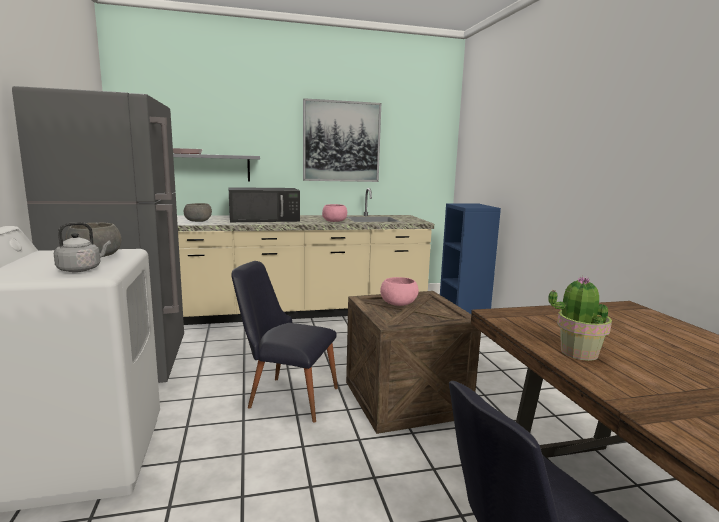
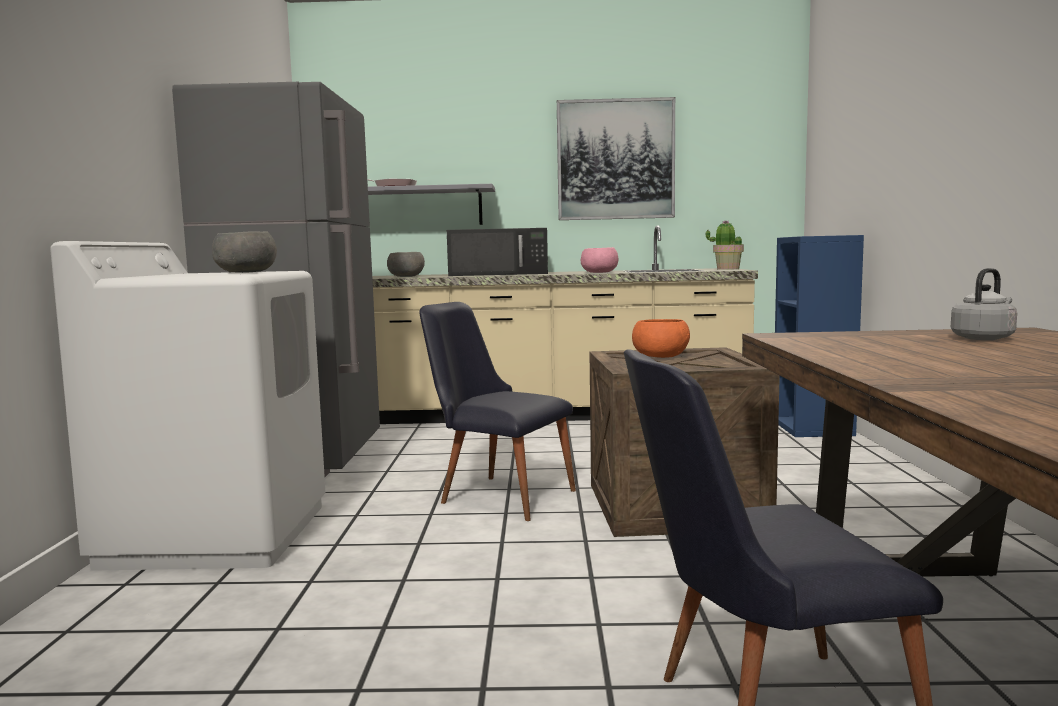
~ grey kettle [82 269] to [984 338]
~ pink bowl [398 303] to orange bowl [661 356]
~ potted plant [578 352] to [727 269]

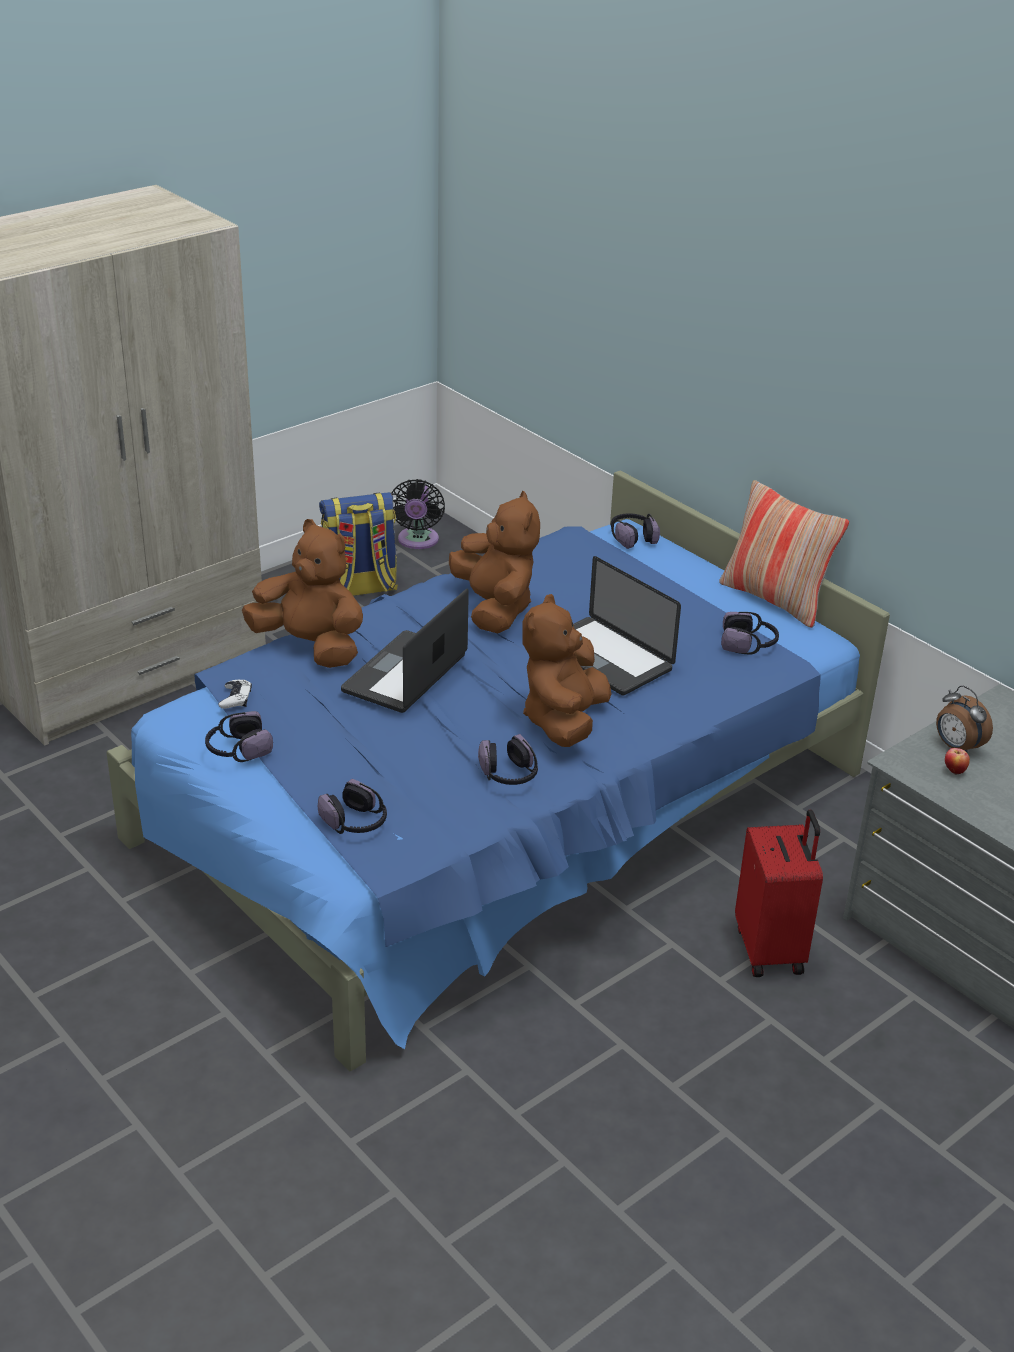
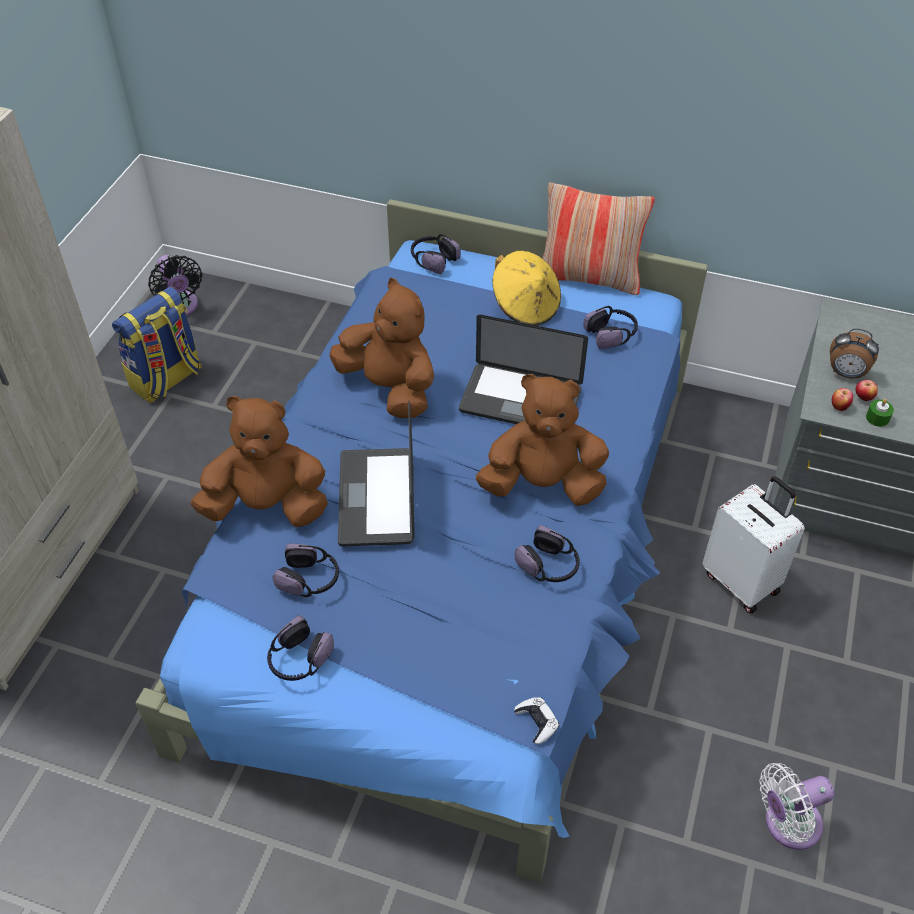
~ white game controller [235 698] to [537 722]
~ headphones [355 823] to [309 579]
~ brown plush toy [564 721] = [542 484] 105 degrees clockwise
~ red suitcase [771 950] to white suitcase [742 581]
+ yellow hat [525 307]
+ white fan [787 824]
+ apple [839 406]
+ green candle [877 418]

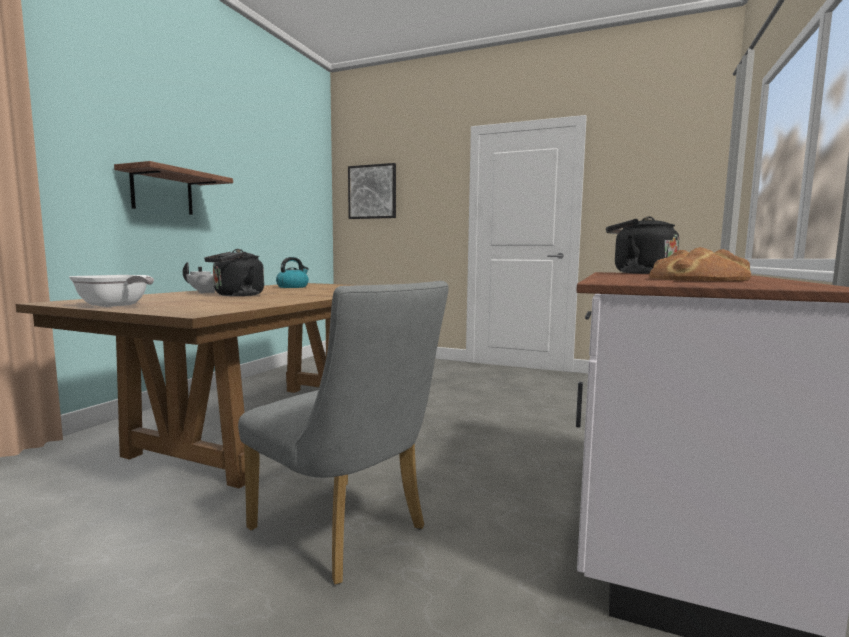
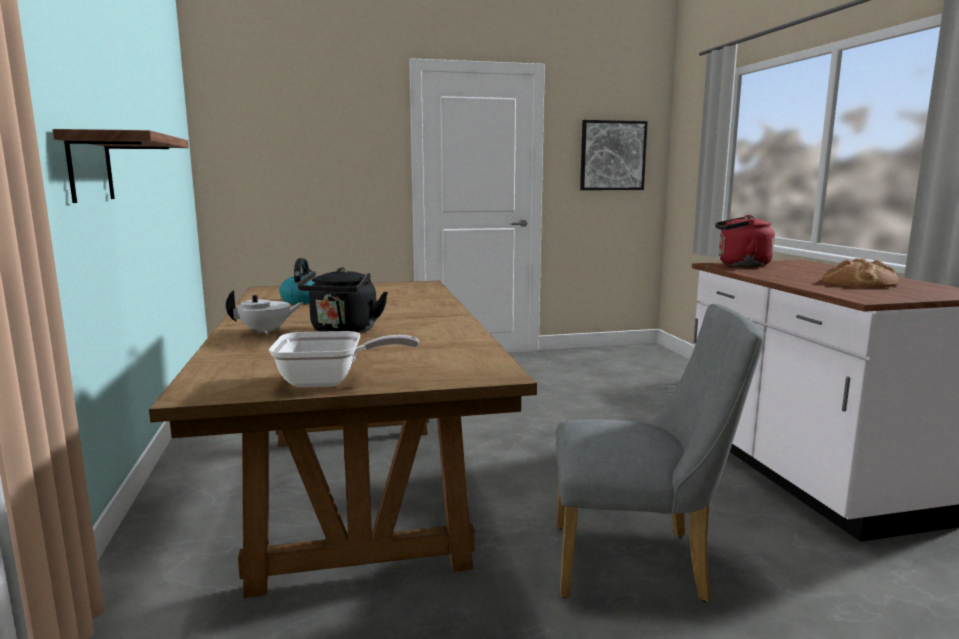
~ picture [372 192] to [612 155]
~ black kettle [639 273] to red kettle [740 265]

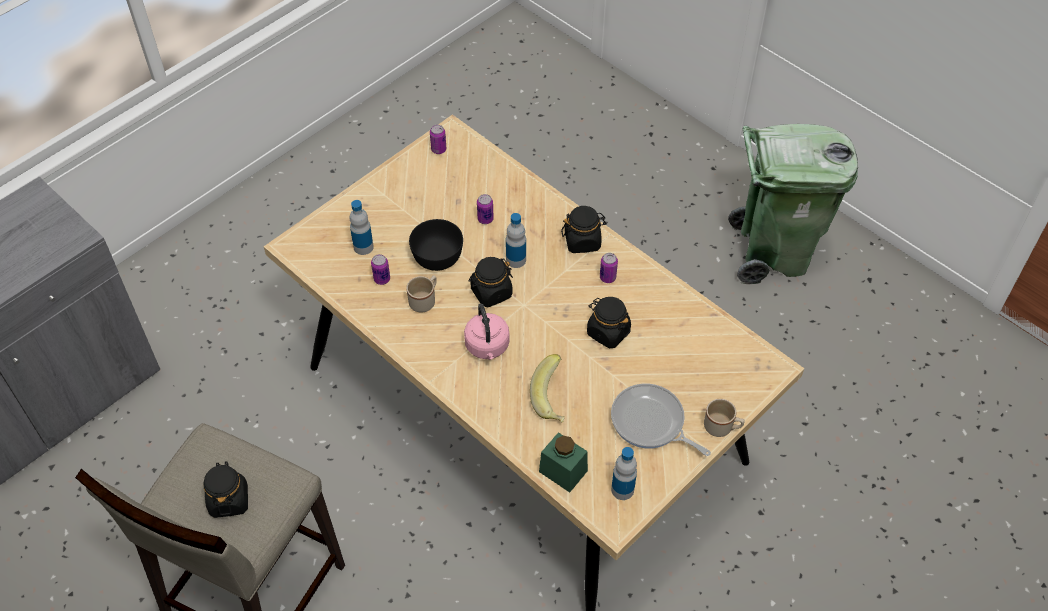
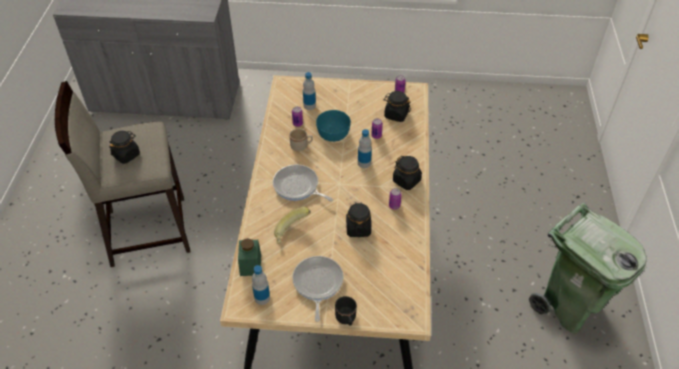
~ black bowl [438 256] to turquoise bowl [333 134]
~ pink kettle [487 347] to frying pan [298 187]
~ black jar [491 293] to [396 115]
~ beige mug [722 427] to black mug [346 319]

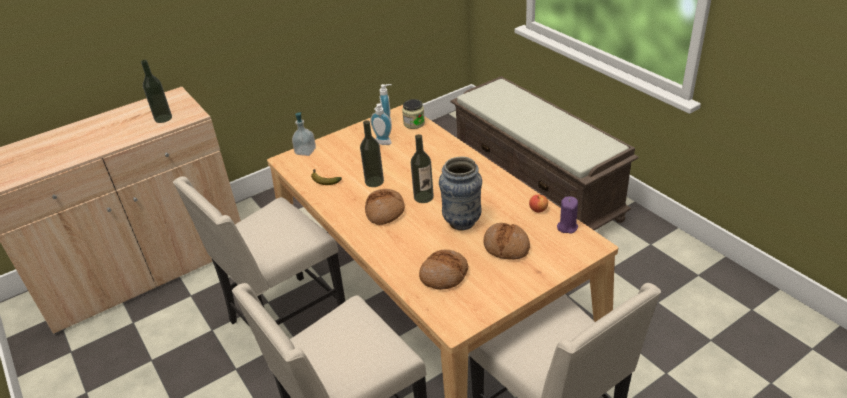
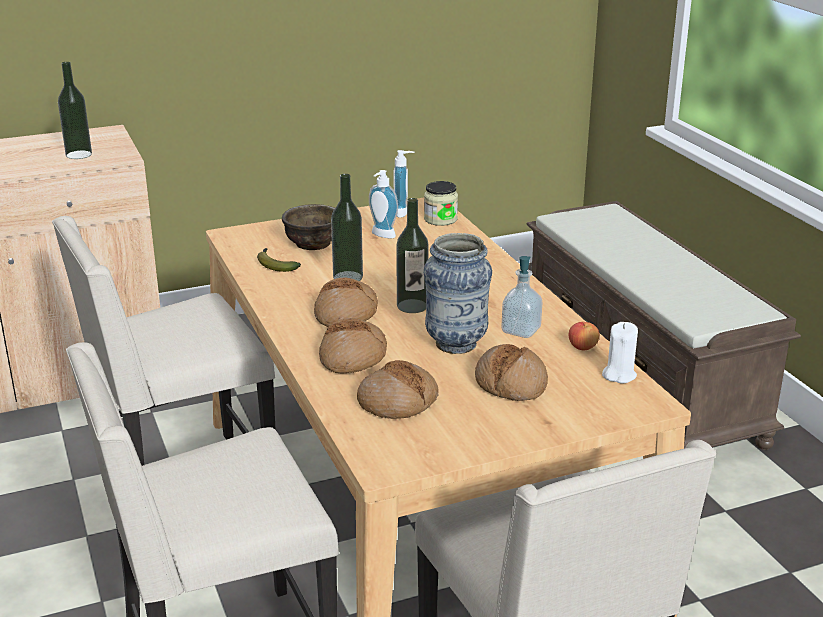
~ soap dispenser [305 151] to [521 330]
~ purple candle [567 227] to white candle [619 375]
+ brown bowl [313 244]
+ bread [353 357]

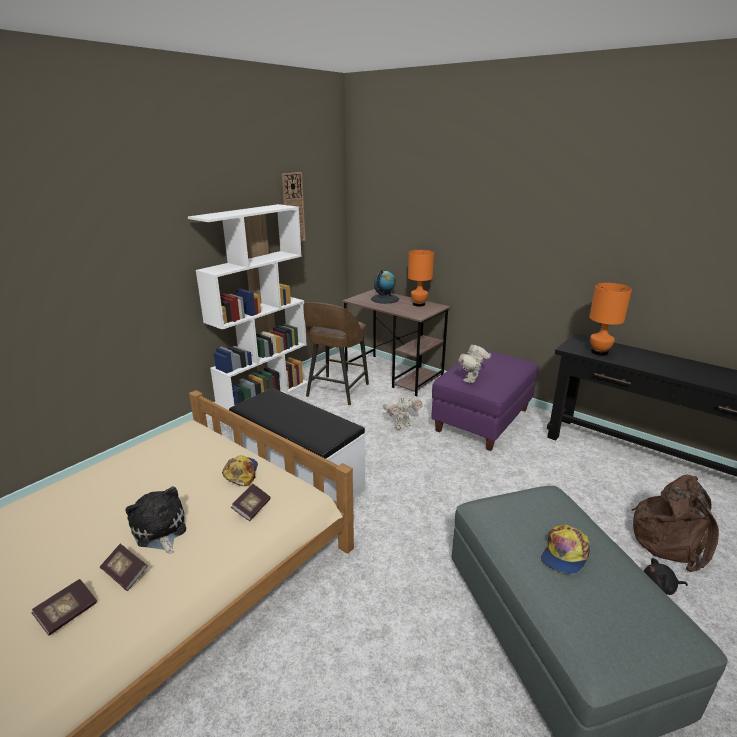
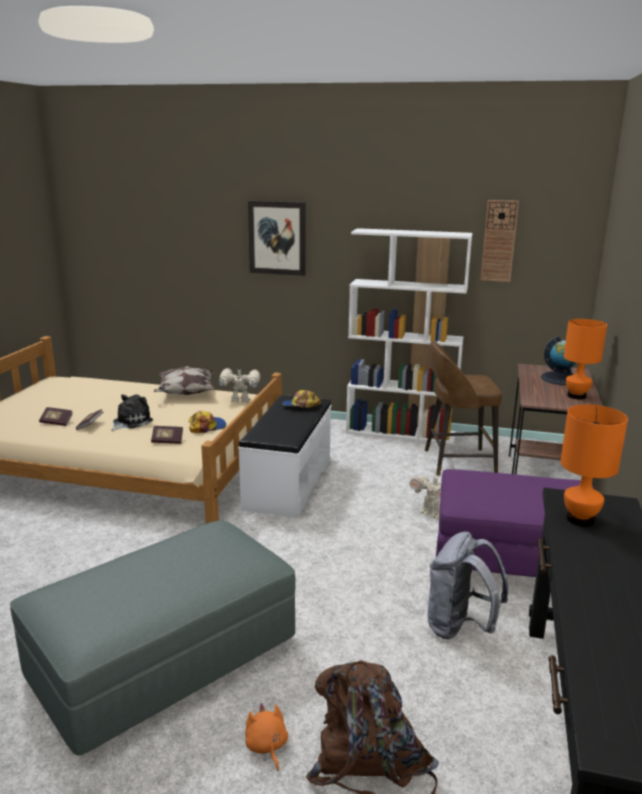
~ toy robot [472 379] to [240 401]
~ cap [564 554] to [300 405]
~ black plush toy [660 586] to orange plush toy [266 746]
+ pillow [185 394]
+ picture [277 238]
+ grey backpack [460 627]

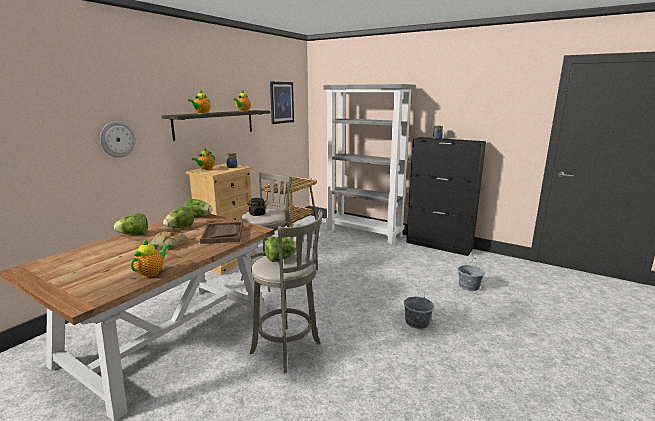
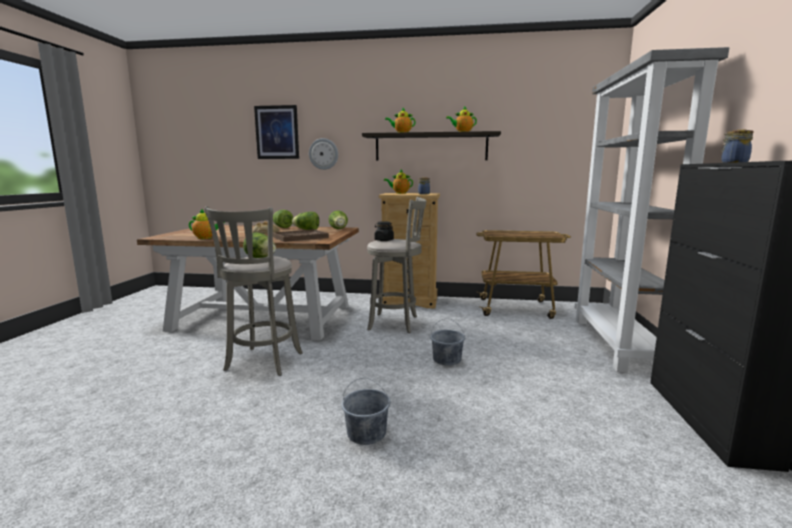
~ picture [281 102] to [277 132]
~ grey bucket [469 286] to [447 360]

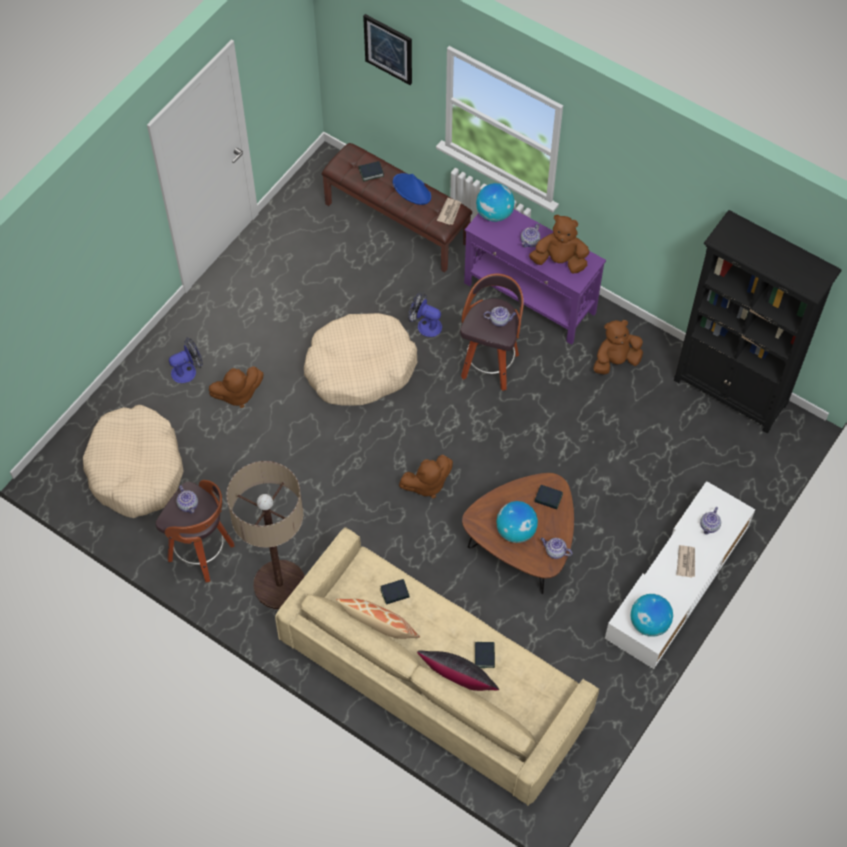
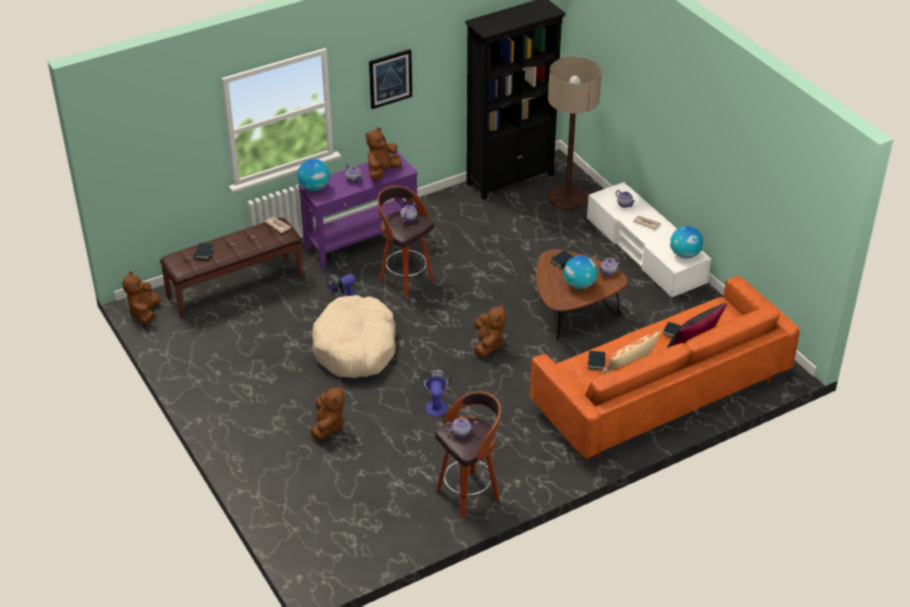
- beige dog bed [136 469]
~ fan [188 371] to [436 404]
~ floor lamp [280 585] to [567 198]
~ beige sofa [435 680] to orange sofa [660 393]
~ picture [388 49] to [390 78]
- blue hat [412 190]
~ brown plush toy [615 361] to [144 313]

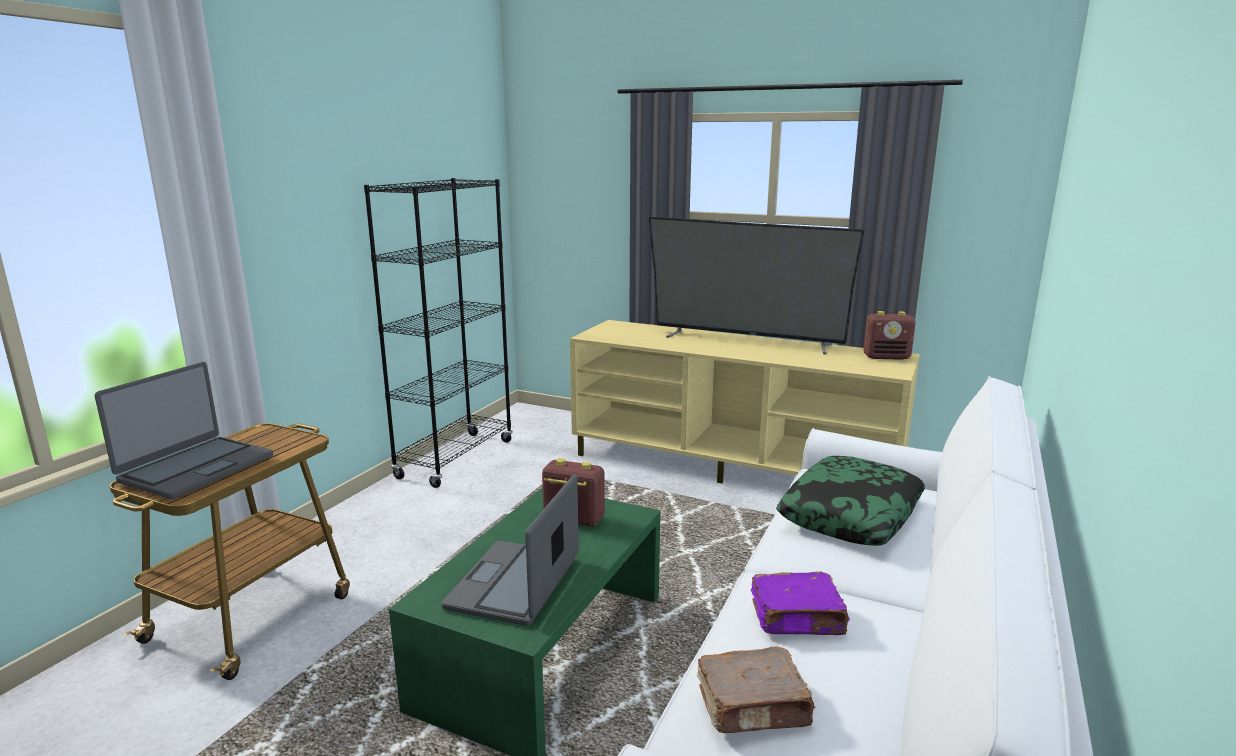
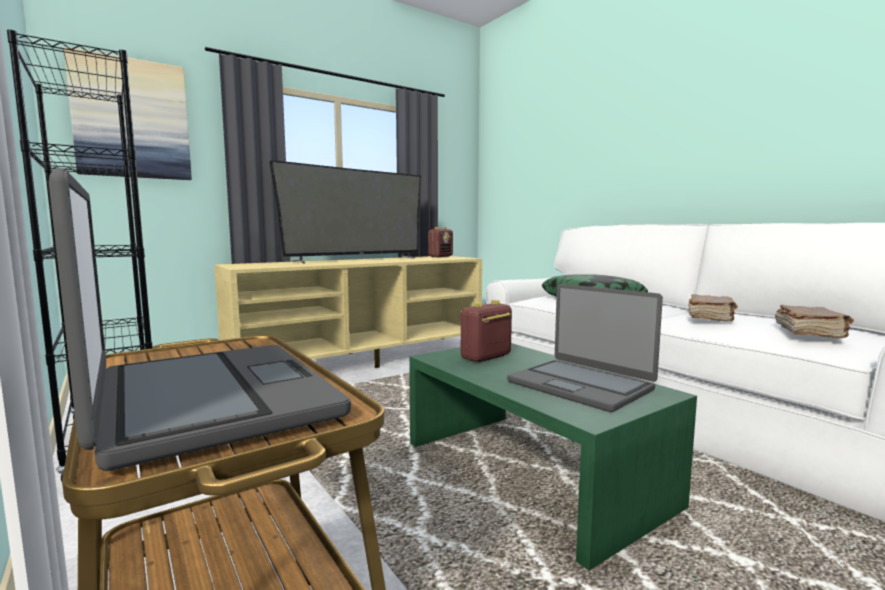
~ purple book [798 619] to brown book [711 318]
+ picture [132 119]

